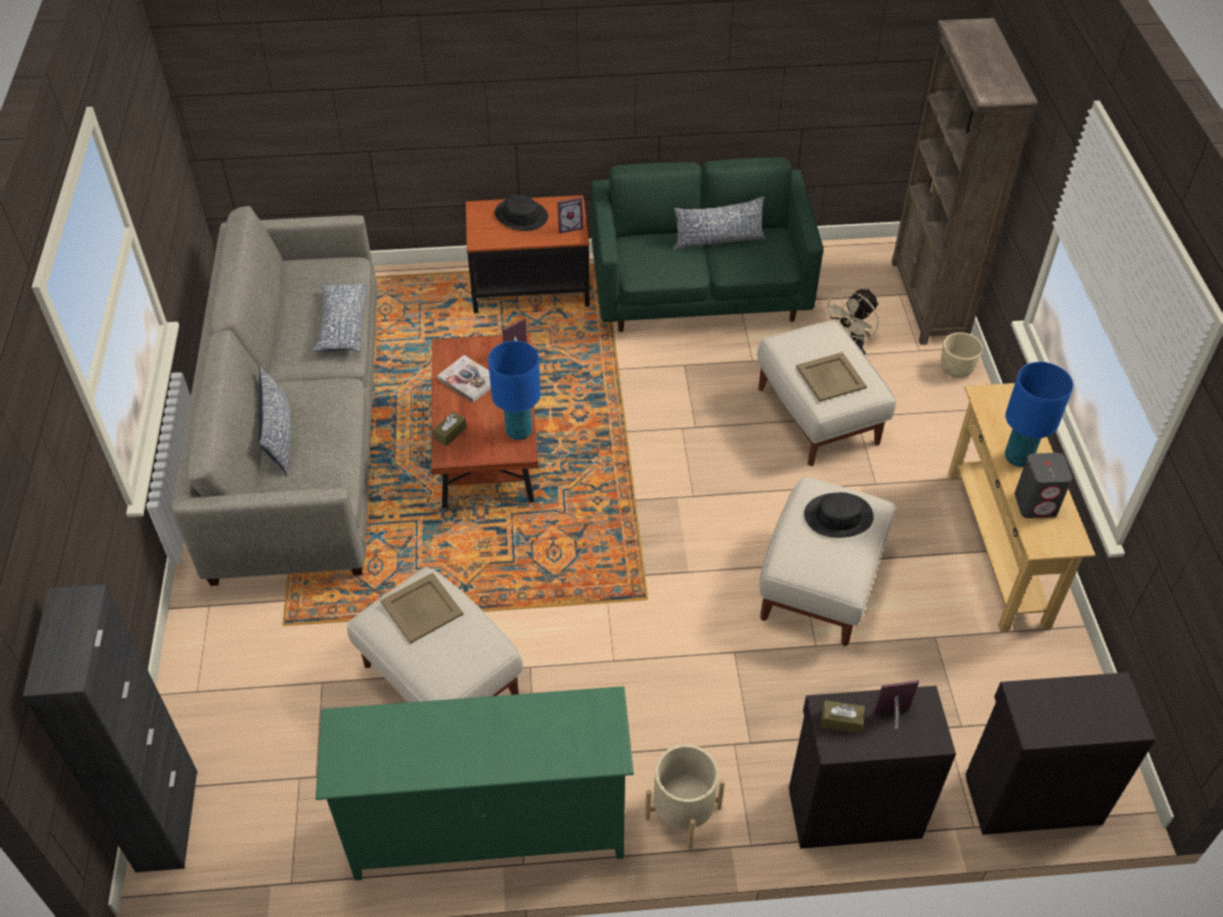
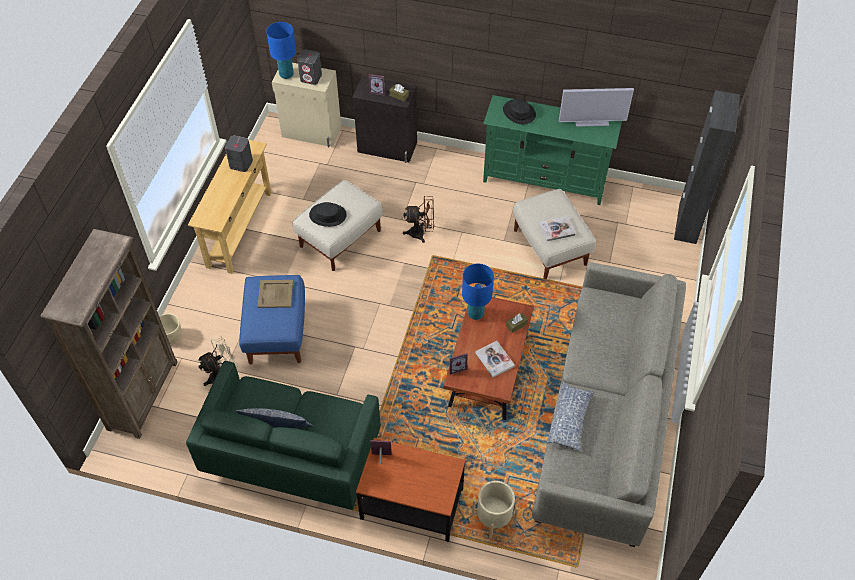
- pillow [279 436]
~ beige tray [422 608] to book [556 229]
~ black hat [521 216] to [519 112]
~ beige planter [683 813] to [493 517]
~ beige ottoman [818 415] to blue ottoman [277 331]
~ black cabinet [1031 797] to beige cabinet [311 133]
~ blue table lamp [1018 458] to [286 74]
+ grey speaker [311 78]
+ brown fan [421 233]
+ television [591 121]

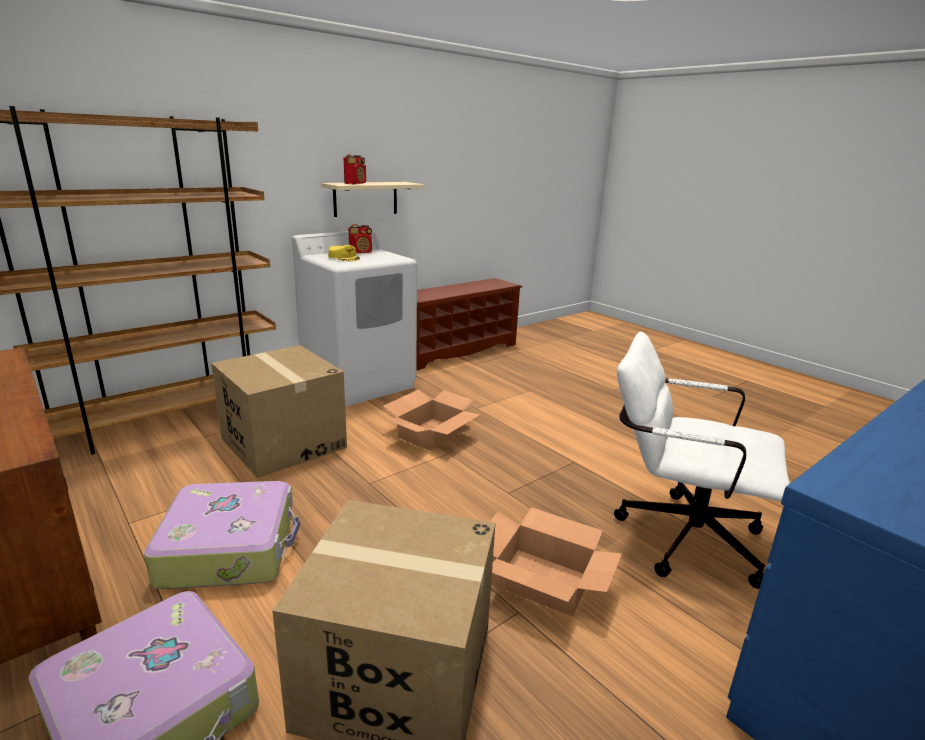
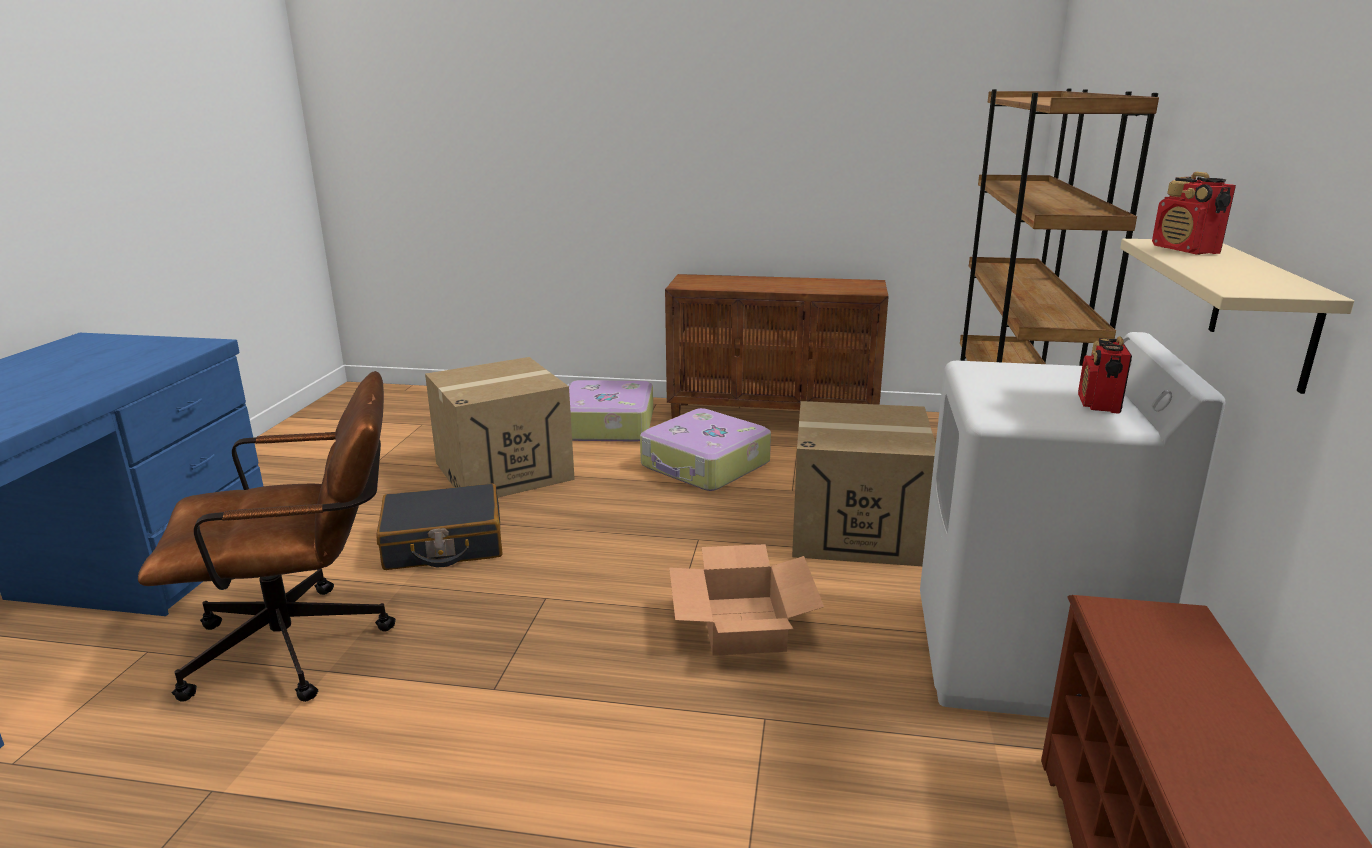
- yellow cap [344 258]
~ cardboard box [543 580] to black suitcase [443 544]
~ white office chair [676 534] to brown office chair [307 644]

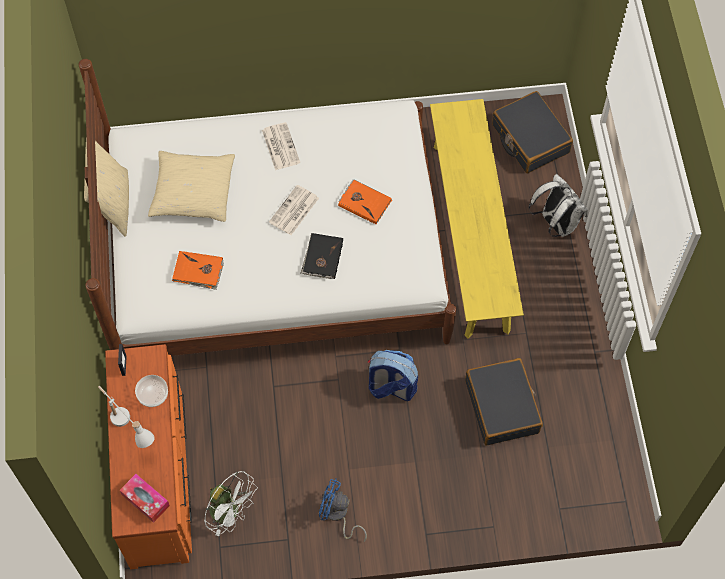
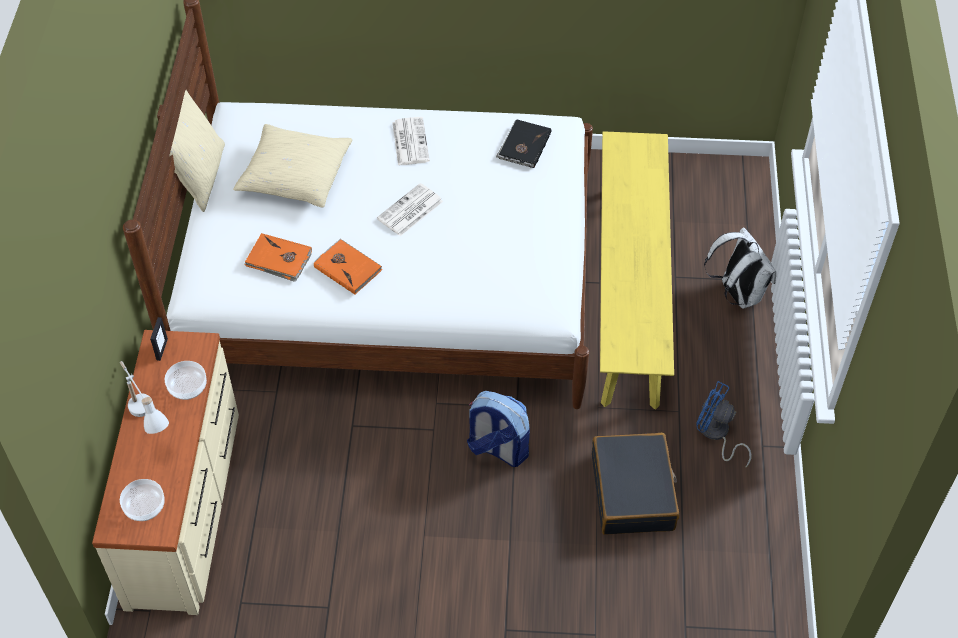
~ orange dresser [157 475] to beige dresser [185 506]
~ tissue box [145 500] to bowl [145 506]
- white fan [230 512]
~ black book [322 257] to [523 146]
~ blue fan [338 515] to [716 435]
~ orange book [364 202] to [348 268]
- black suitcase [530 139]

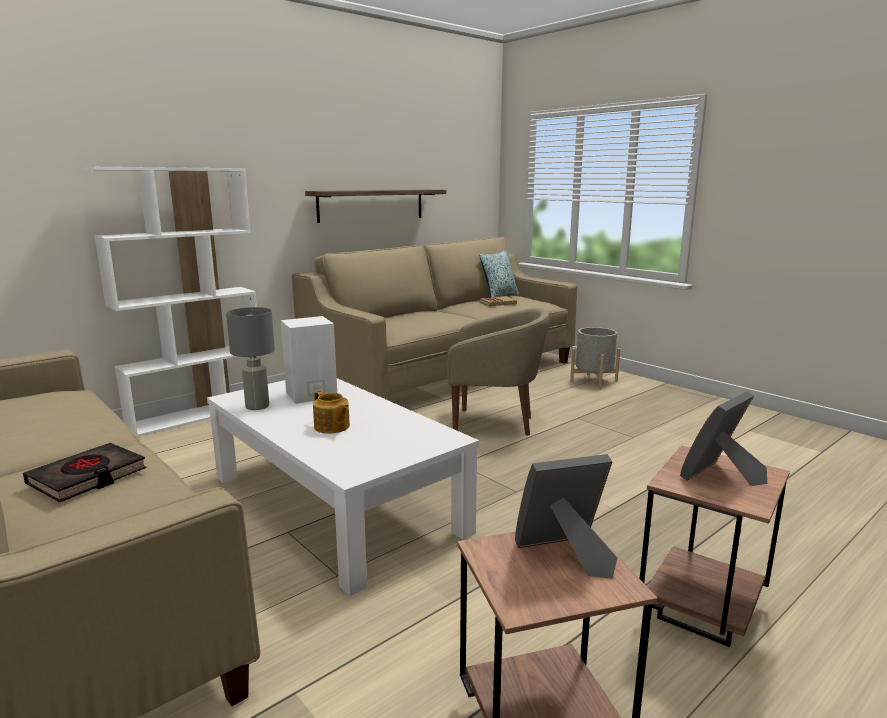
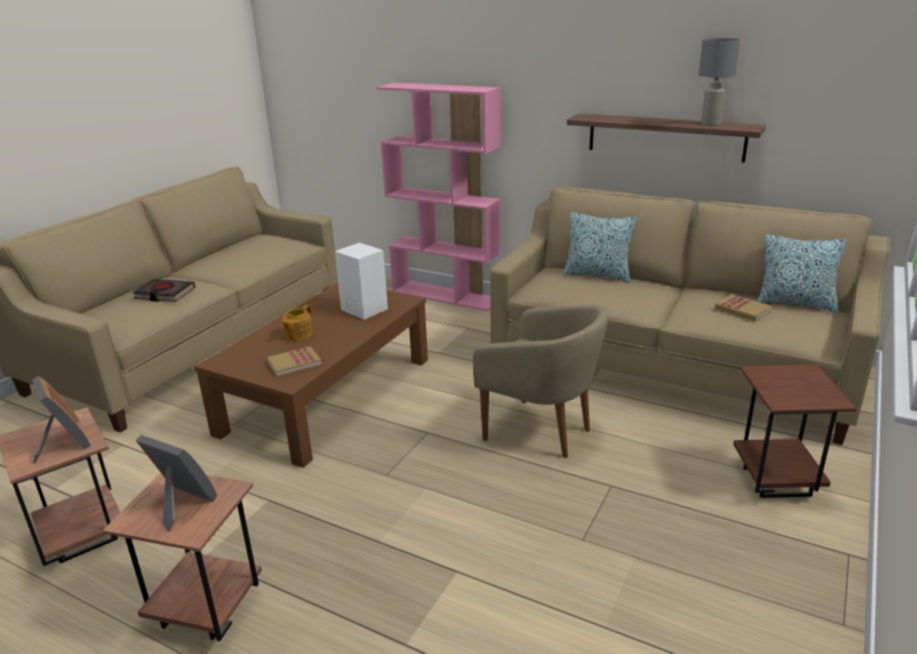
~ white bookcase [198 415] to pink bookcase [446 295]
~ white coffee table [335 503] to brown coffee table [328 394]
~ grey table lamp [257 406] to [710 124]
~ beige armchair [495 424] = [541 431] 45 degrees counterclockwise
~ grey planter [593 381] to brown side table [777 481]
+ book [294 363]
+ pillow [597 275]

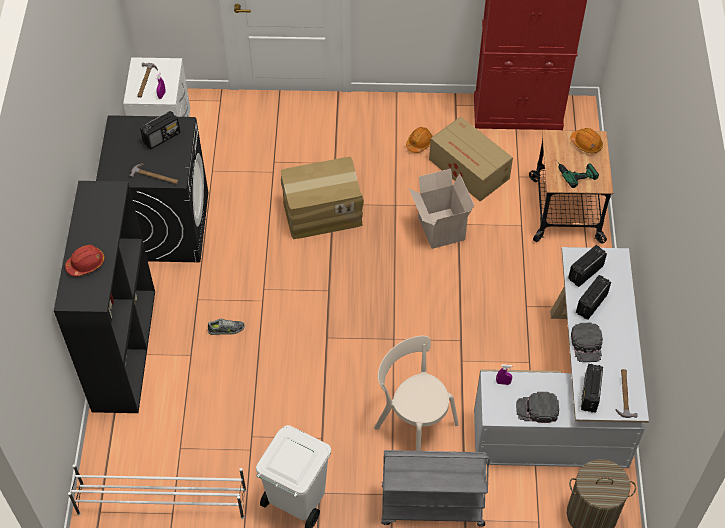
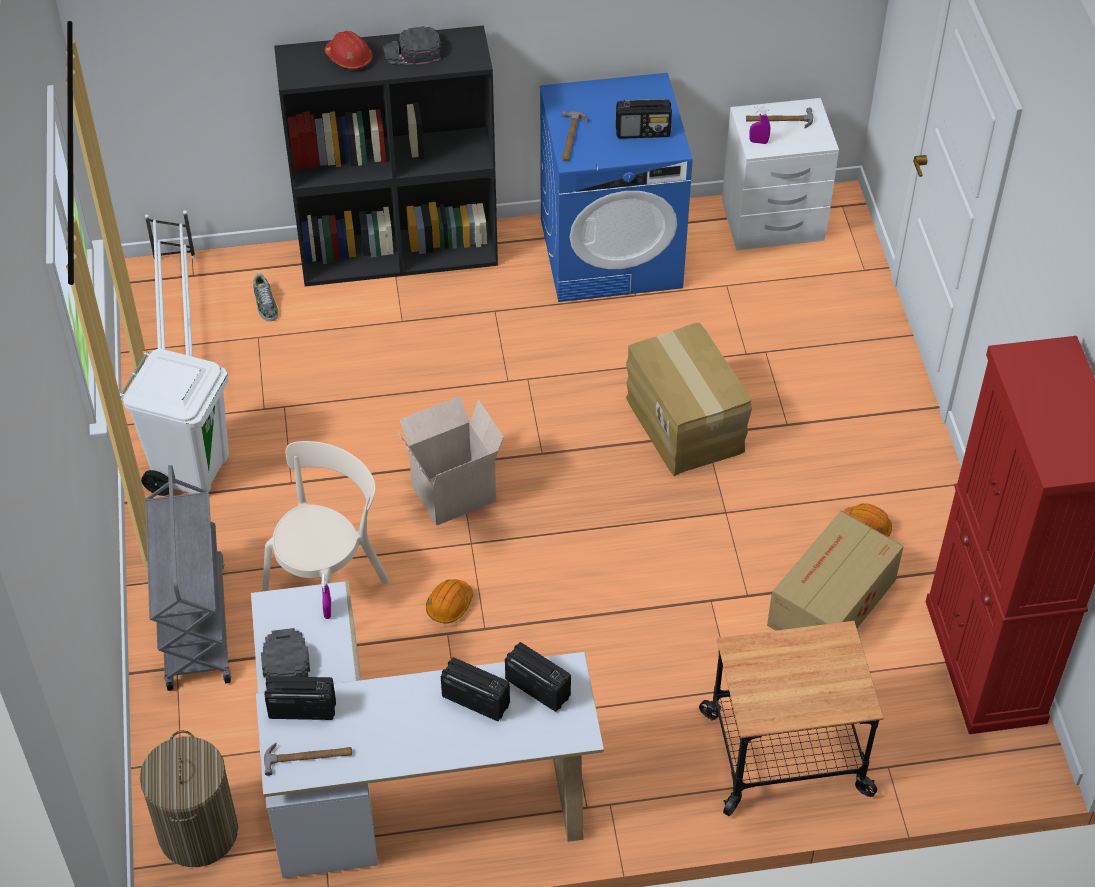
~ black washing machine [164 226] to blue washing machine [611 253]
~ radio [162 137] = [643 132] 45 degrees counterclockwise
~ shoe [226 329] to [265 304]
~ cardboard box [439 228] to [453 491]
- power drill [575 171]
~ orange hard hat [586 144] to [449 605]
~ black cap [587 344] to [413 52]

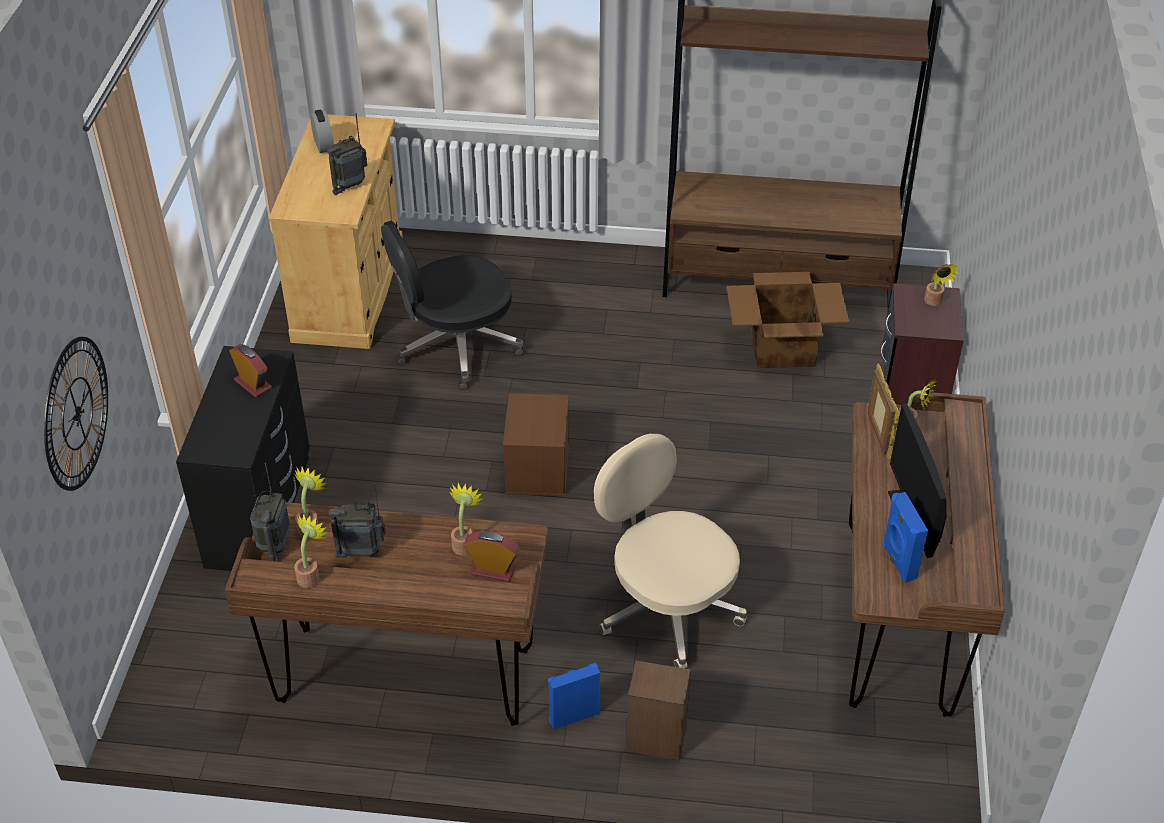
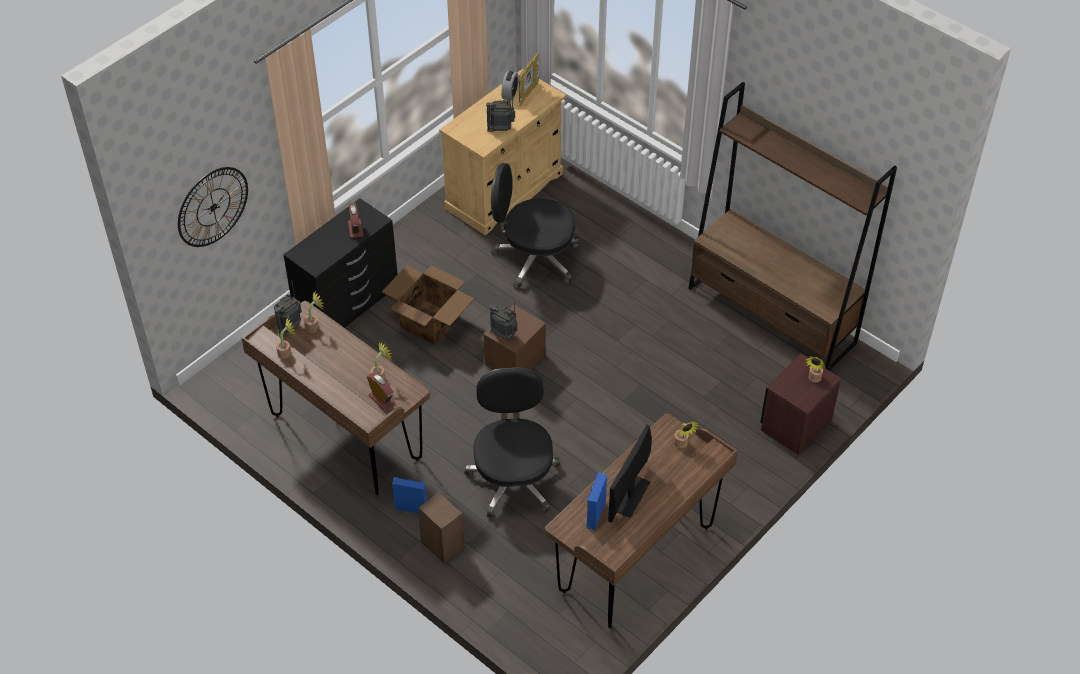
~ radio [362 551] to [504 335]
~ beige office chair [667 607] to black office chair [513 478]
~ cardboard box [781 347] to [429 322]
~ picture frame [877 436] to [528 94]

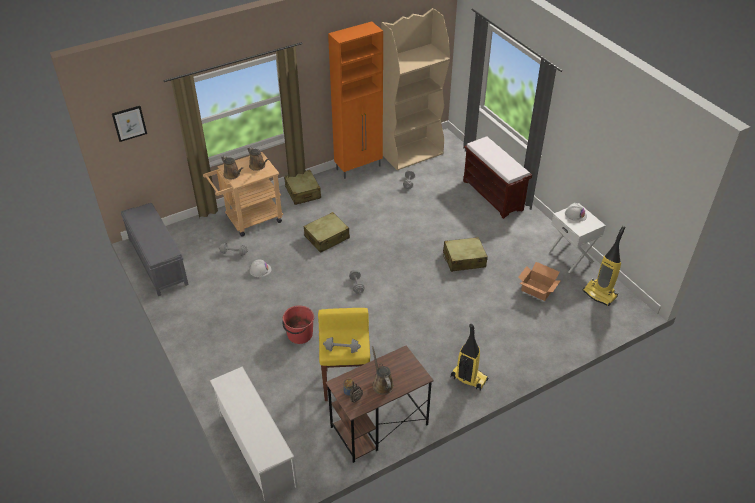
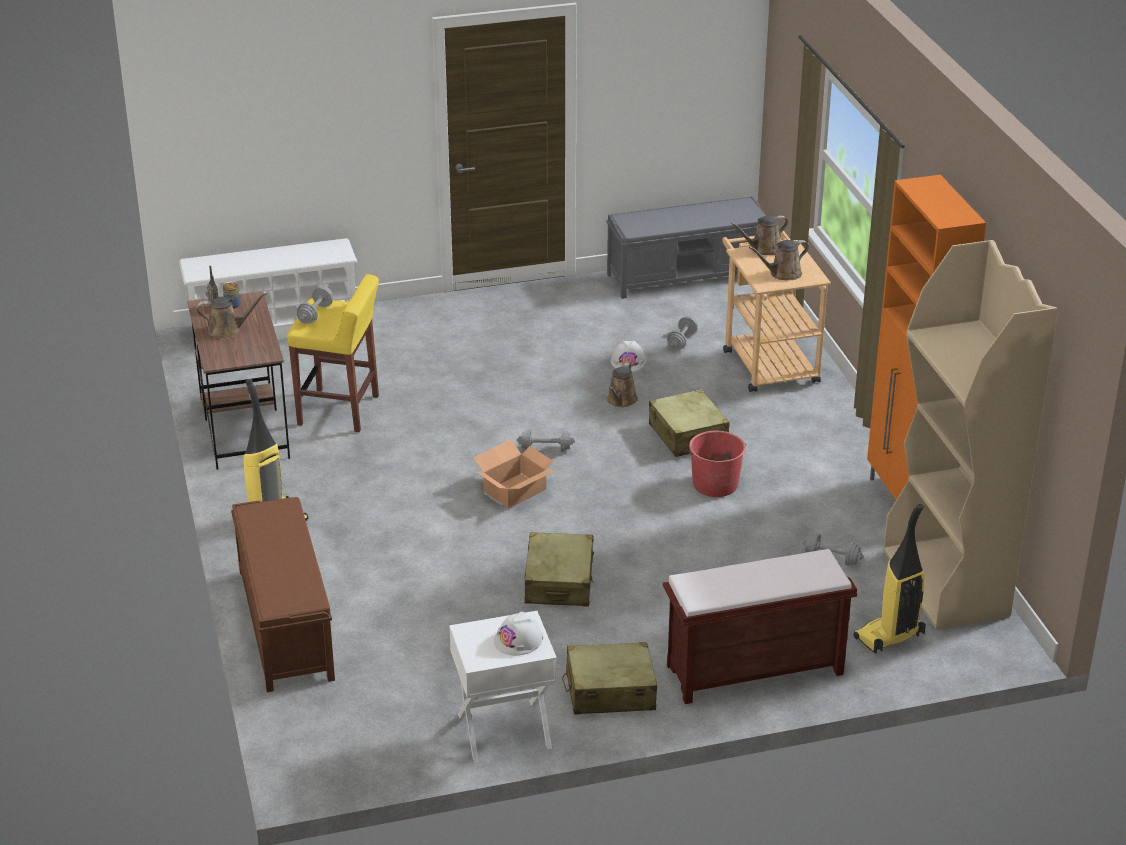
- picture [129 123]
~ red bucket [299 334] to [715 484]
~ beige suitcase [303 192] to [610 691]
~ cardboard box [537 290] to [514 490]
~ vacuum cleaner [600 294] to [889 637]
+ brown bench [285 623]
+ brown watering can [621 401]

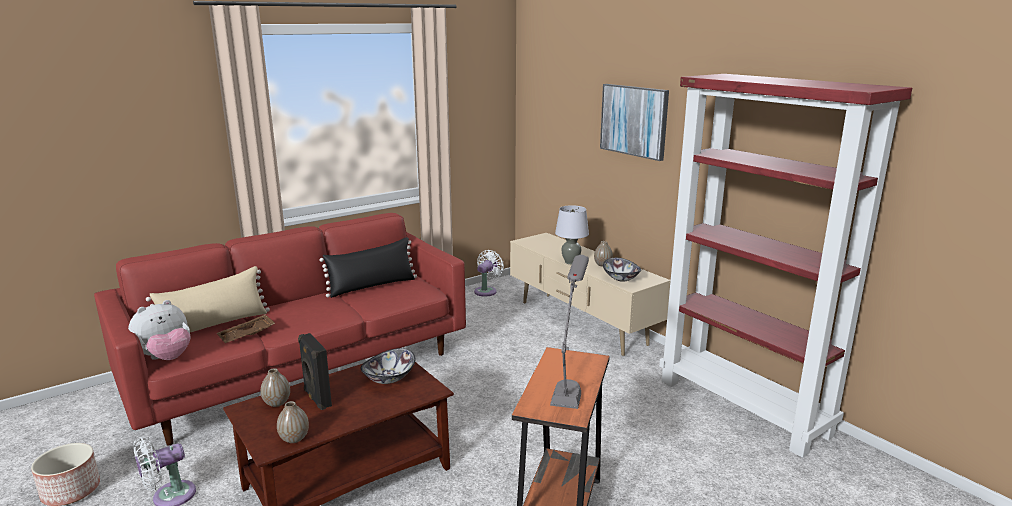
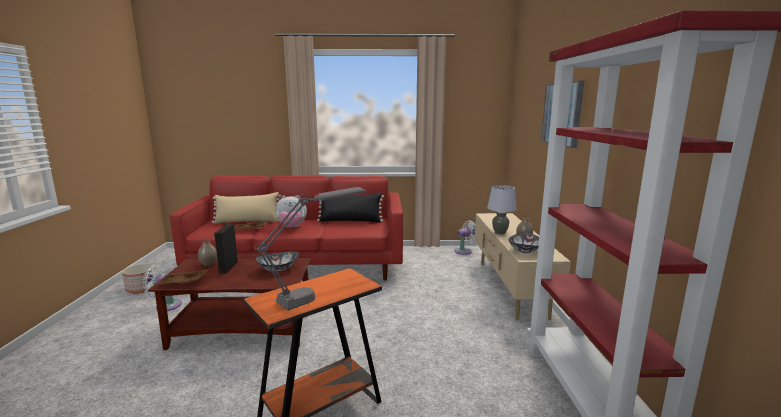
~ plush toy [166 358] to [291 227]
~ vase [294 438] to brown tray [183 283]

